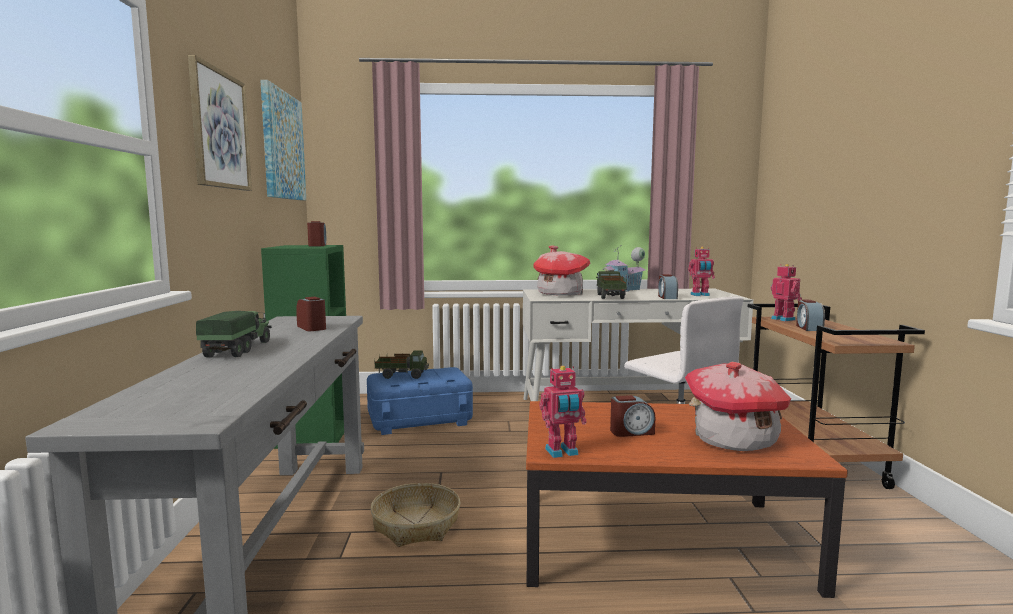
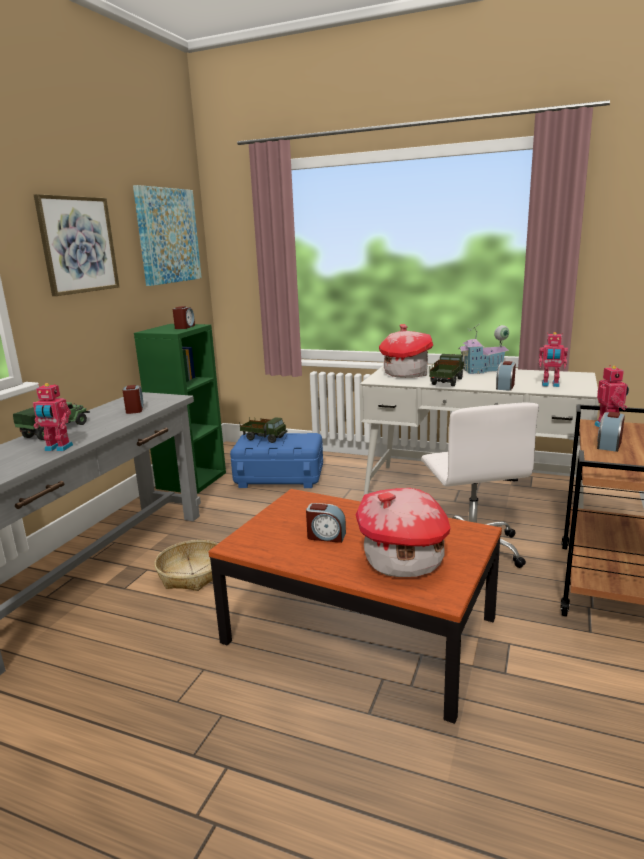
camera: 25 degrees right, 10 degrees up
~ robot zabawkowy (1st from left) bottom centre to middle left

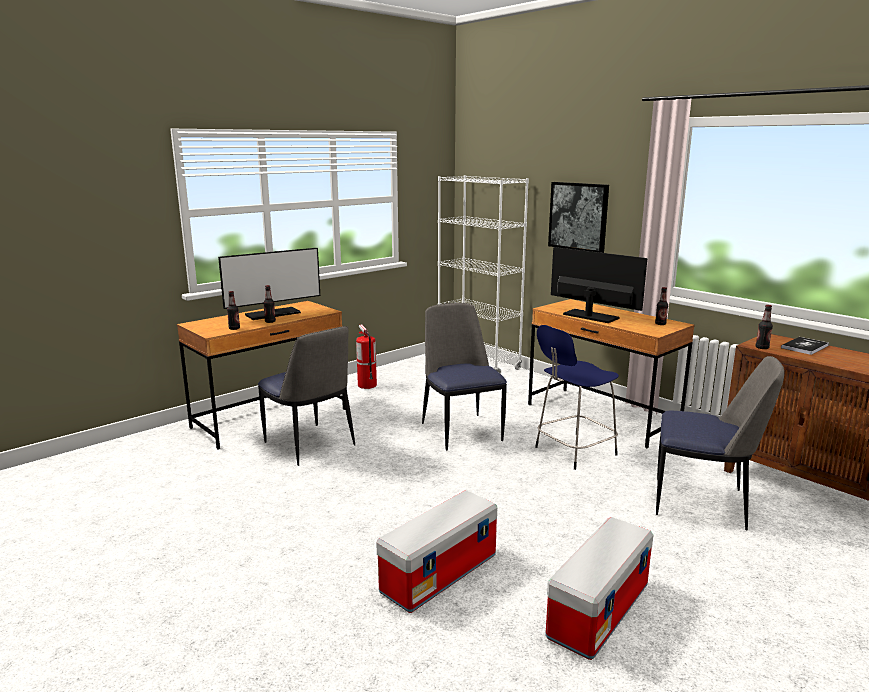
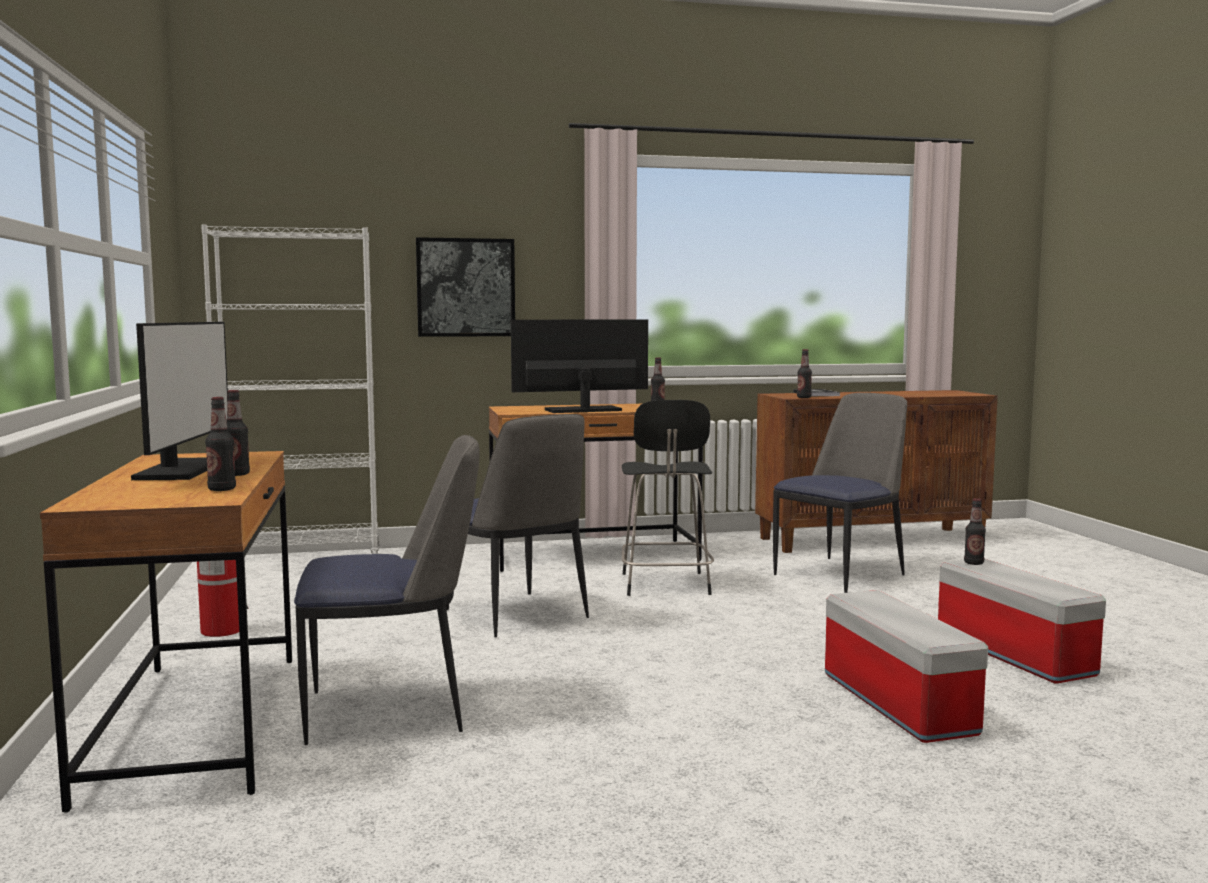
camera: 60 degrees left, 10 degrees down
+ butelka (5th from left) middle right
~ stołek (niebieski) centre to stołek (czarny) centre
~ krzesło (2nd from left) centre = centre 135 degrees counterclockwise

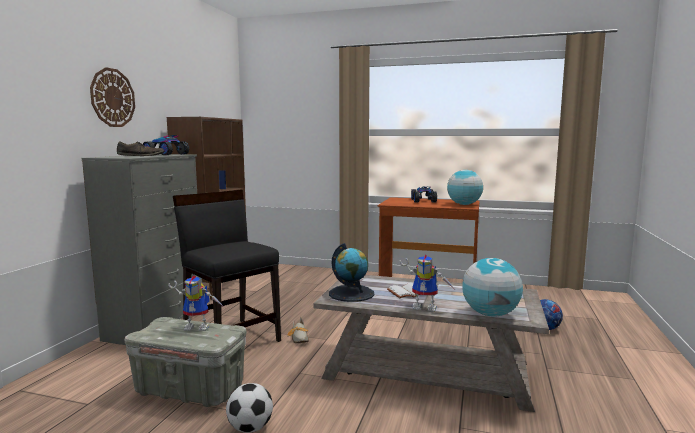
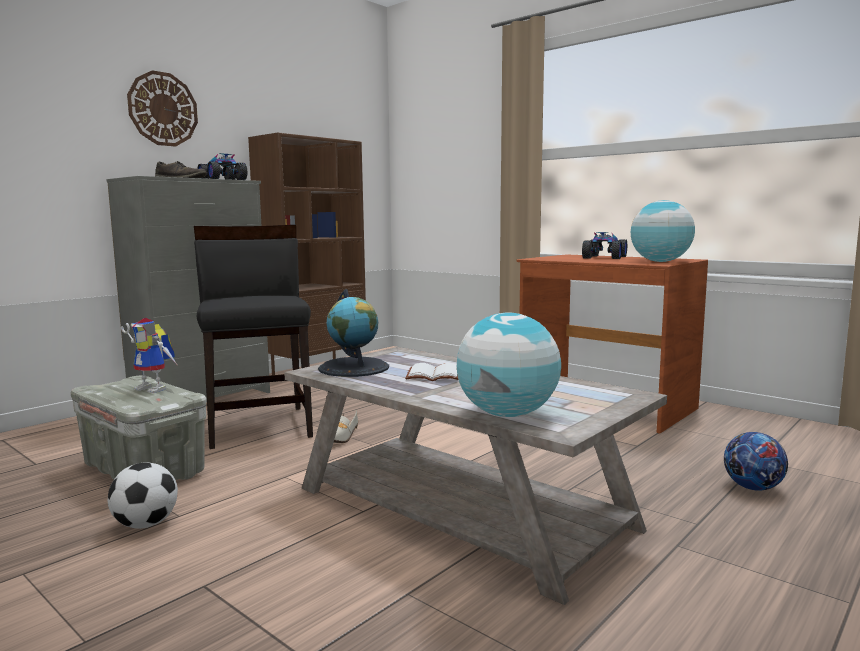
camera: 25 degrees right, 0 degrees up
- robot zabawkowy (2nd from left) centre

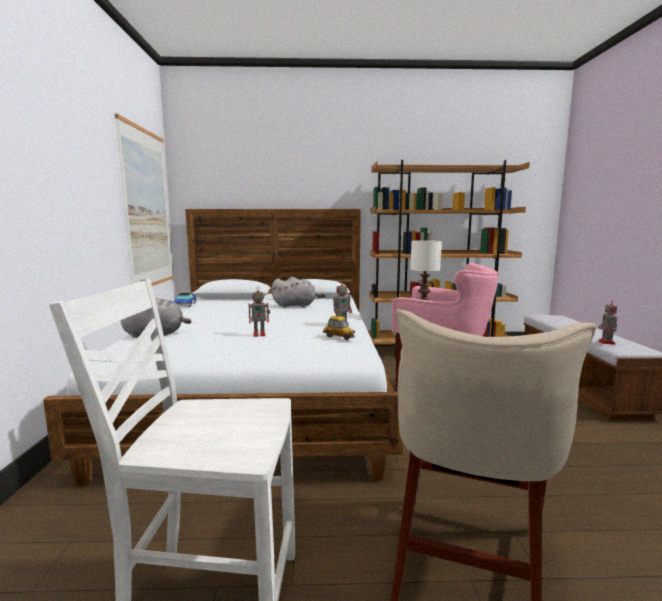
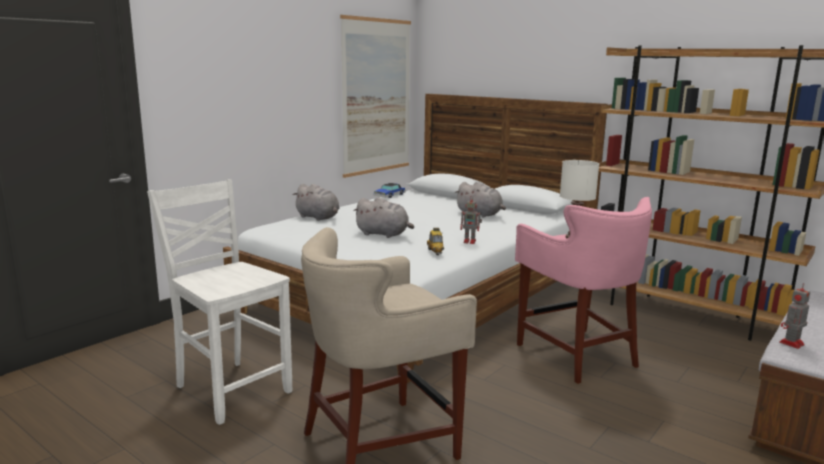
camera: 40 degrees right, 5 degrees up
~ robot zabawkowy (1st from left) centre to pluszak (szary) (2nd from left) centre

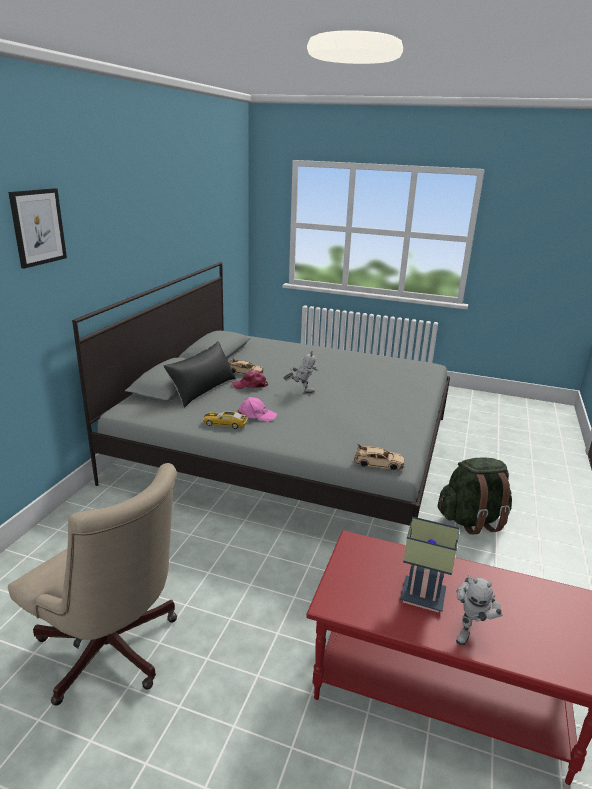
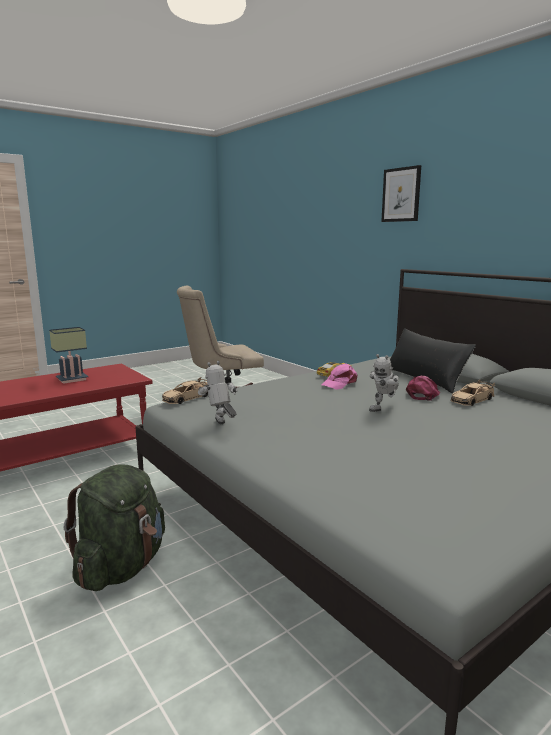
camera: 125 degrees right, 10 degrees down
~ robot zabawkowy (2nd from left in the first image) bottom right to robot zabawkowy (1st from left) centre

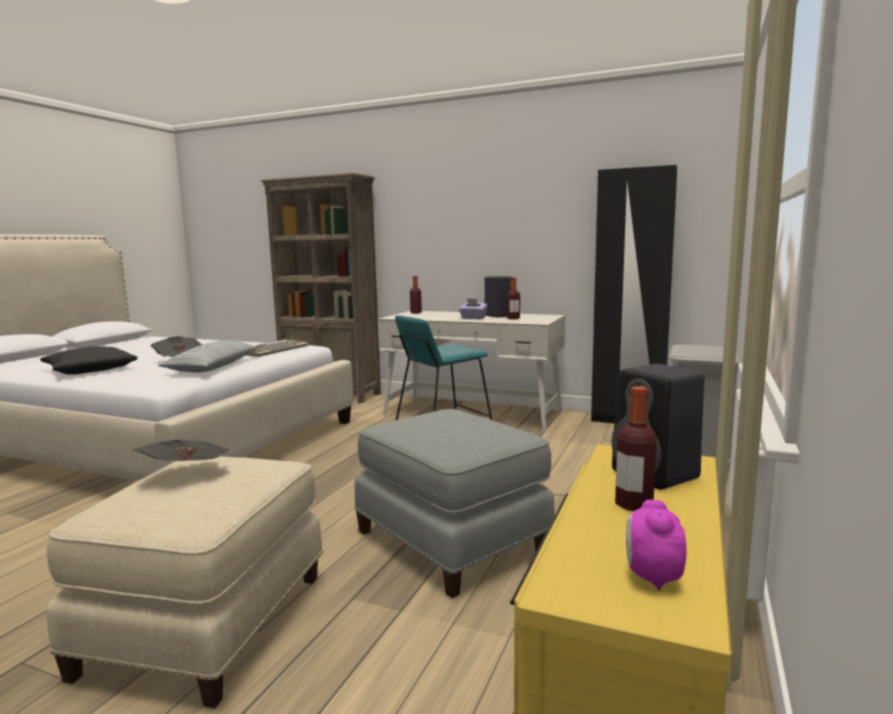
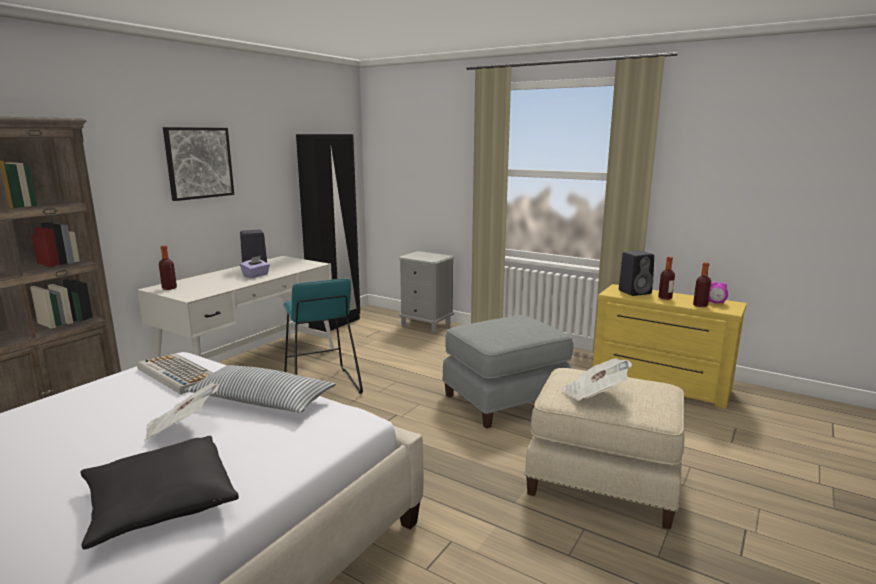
camera: 80 degrees left, 5 degrees up
+ obraz top left
~ butelka (2nd from left in the first image) centre to butelka (3rd from left) middle right

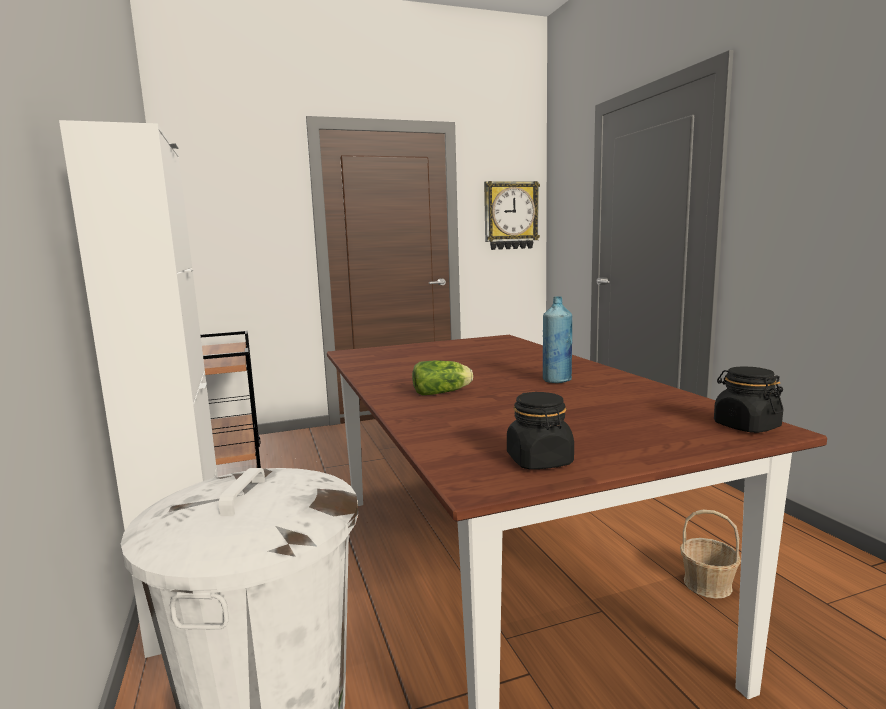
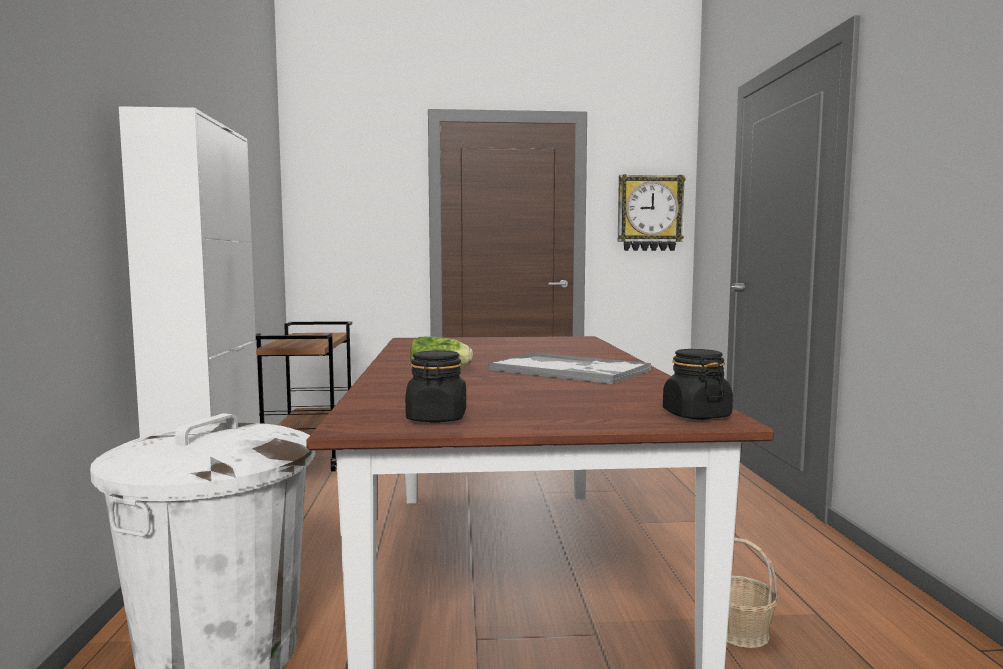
camera: 15 degrees right, 5 degrees down
~ butelka (niebieski) centre to taca centre

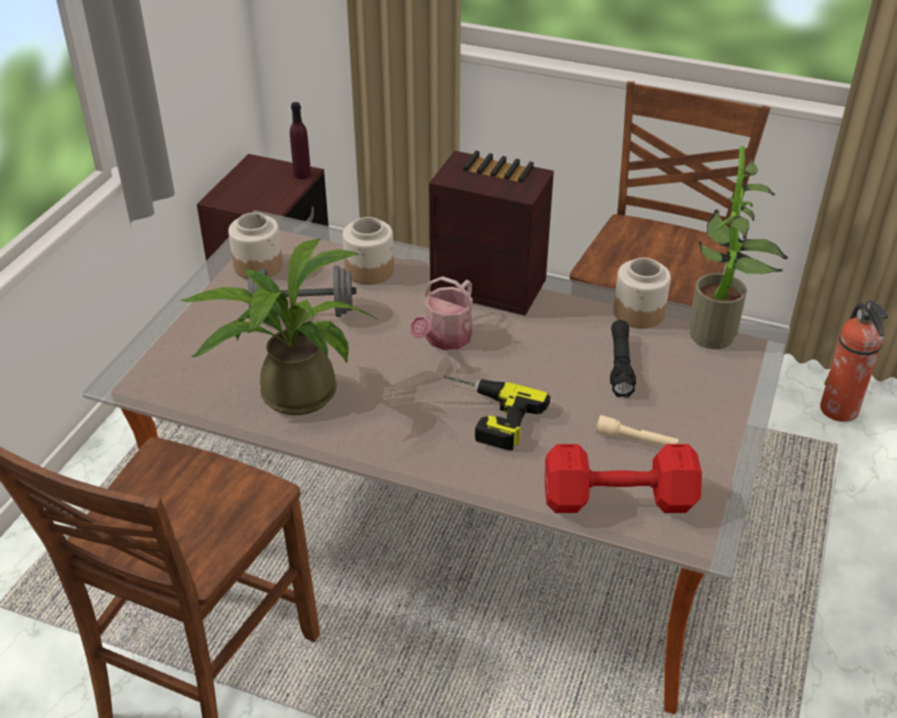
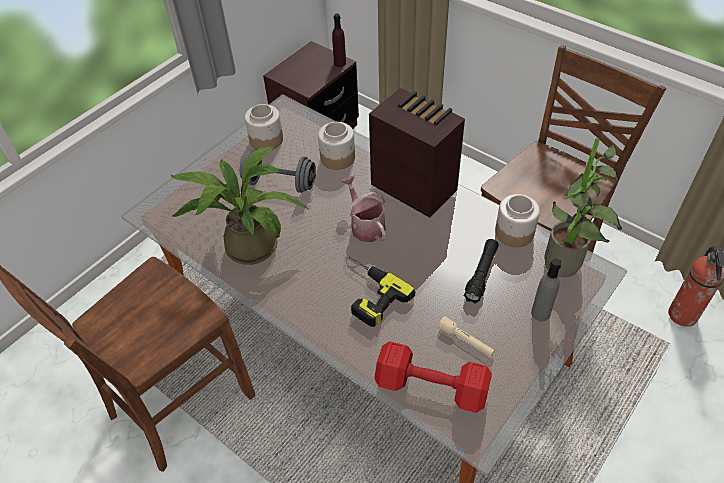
camera: 20 degrees right, 10 degrees up
+ butelka (szary) middle right
~ konewka centre = centre 105 degrees clockwise

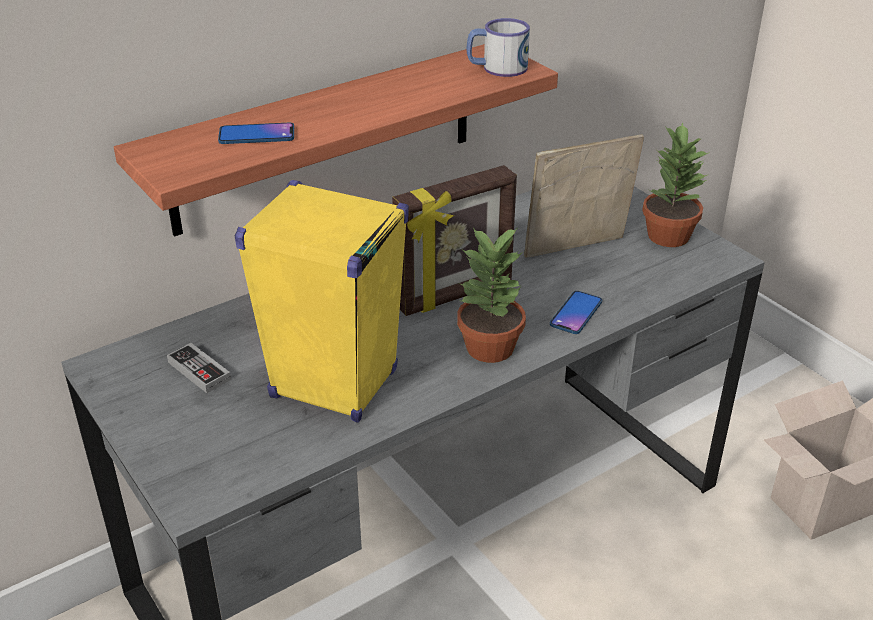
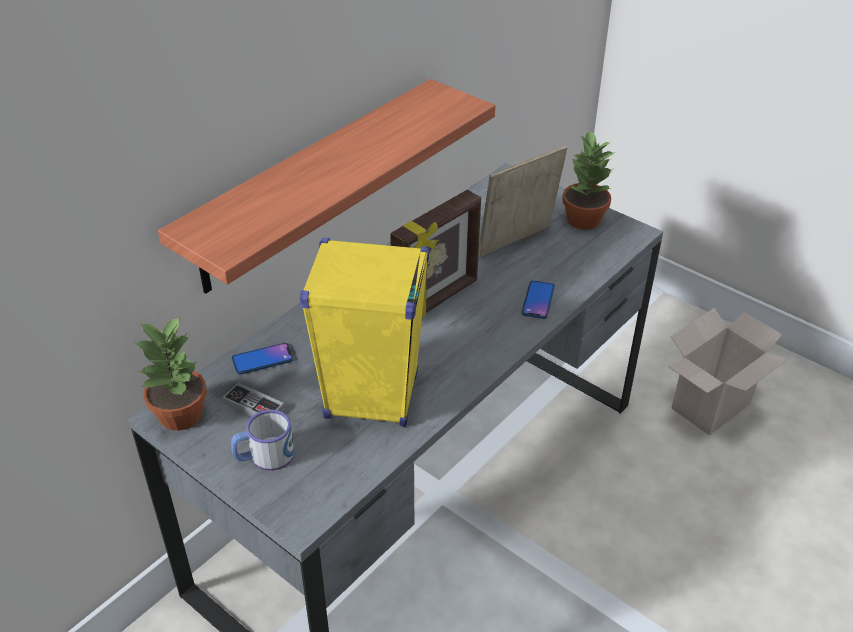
camera: 15 degrees left, 5 degrees up
~ telefon (1st from left) top left to middle left
~ roślina doniczkowa (1st from left) centre to middle left
~ kubek top centre to bottom left

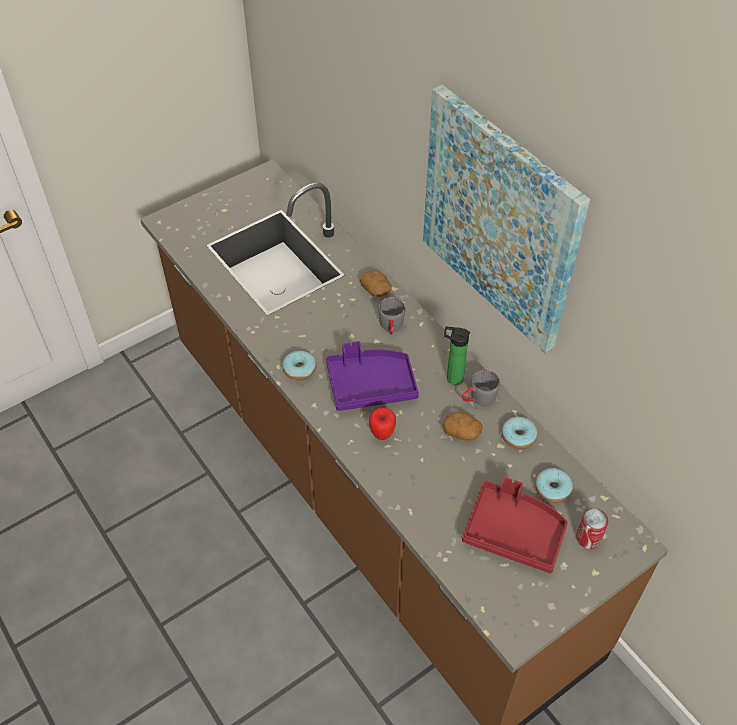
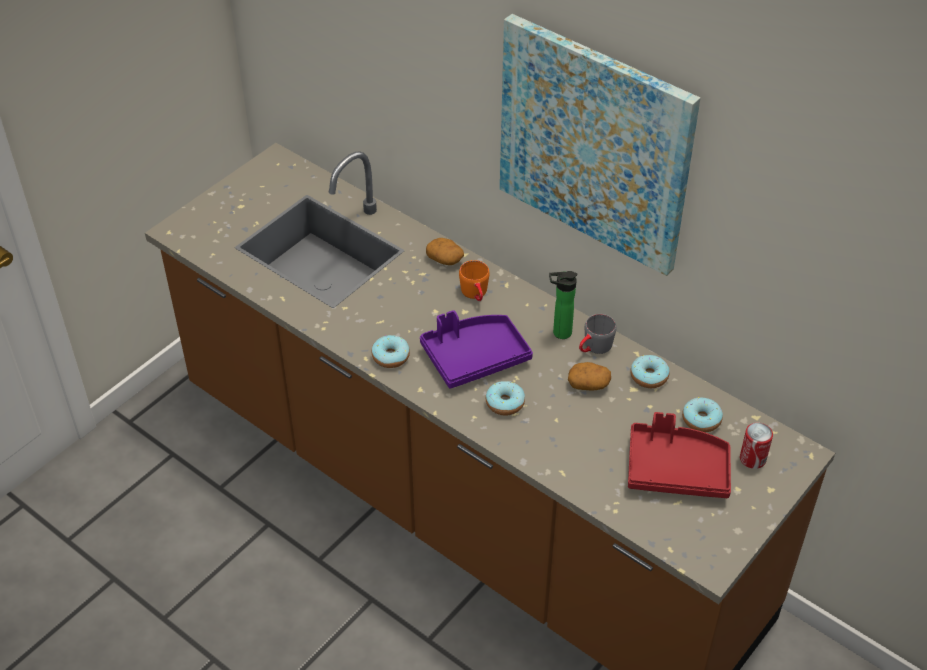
camera: 15 degrees left, 5 degrees down
~ jabłko centre to donut (2nd from left) centre
~ kubek (szary) (1st from left) centre to kubek (pomarańczowy) centre

